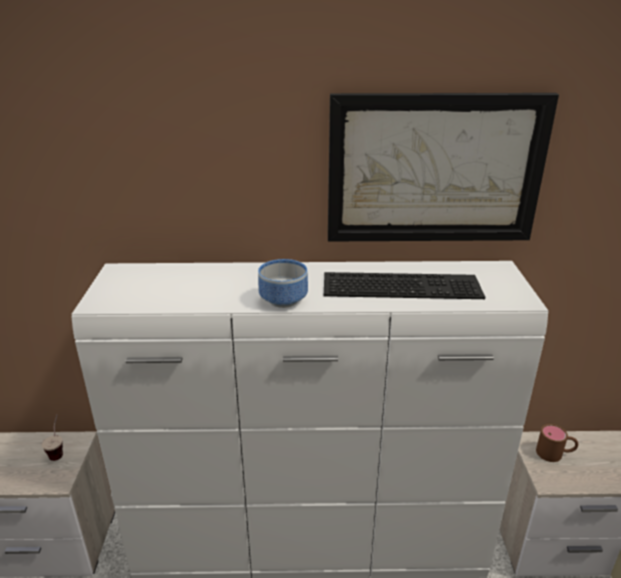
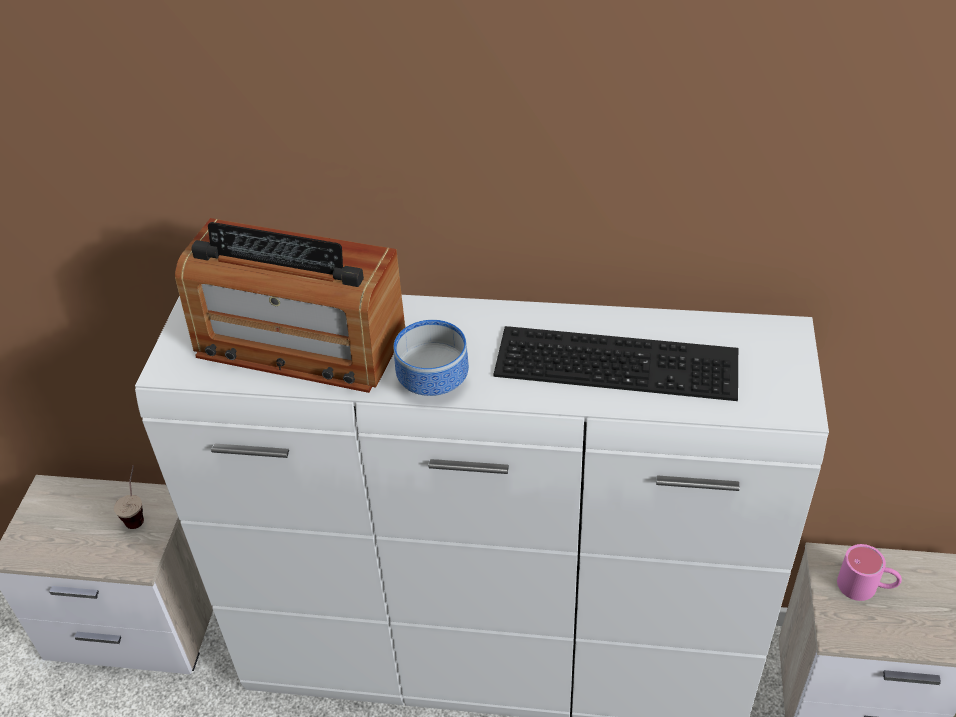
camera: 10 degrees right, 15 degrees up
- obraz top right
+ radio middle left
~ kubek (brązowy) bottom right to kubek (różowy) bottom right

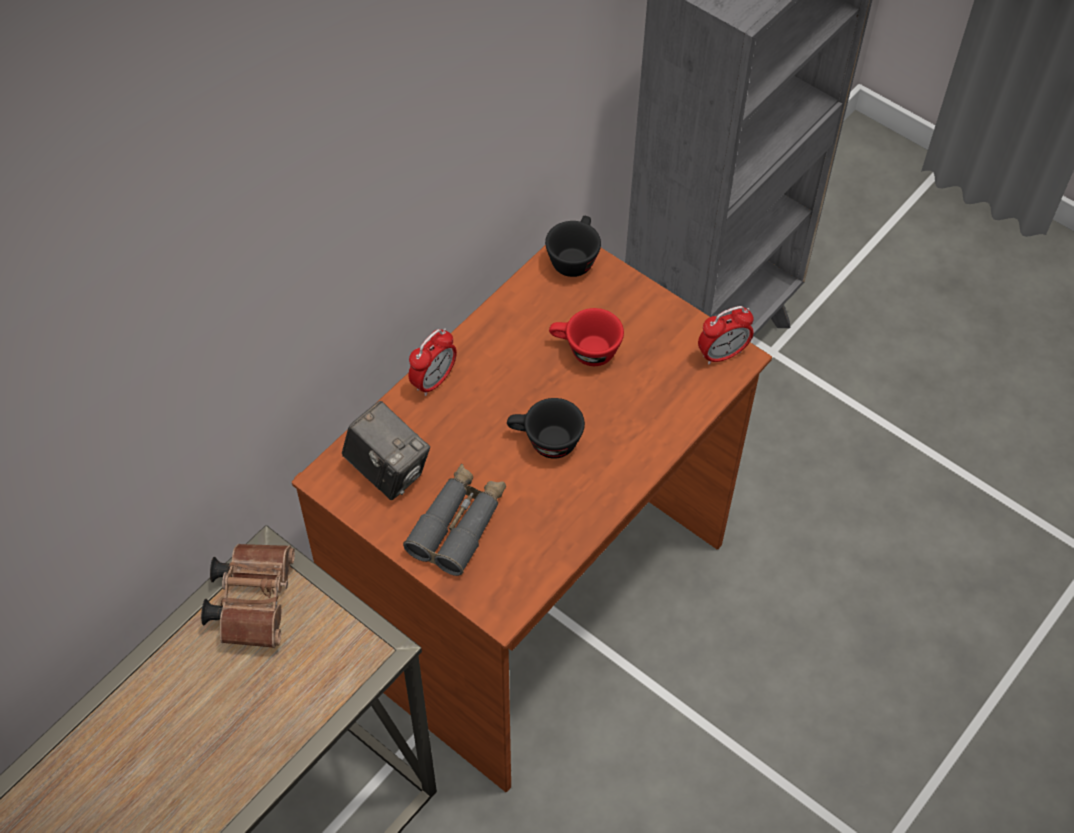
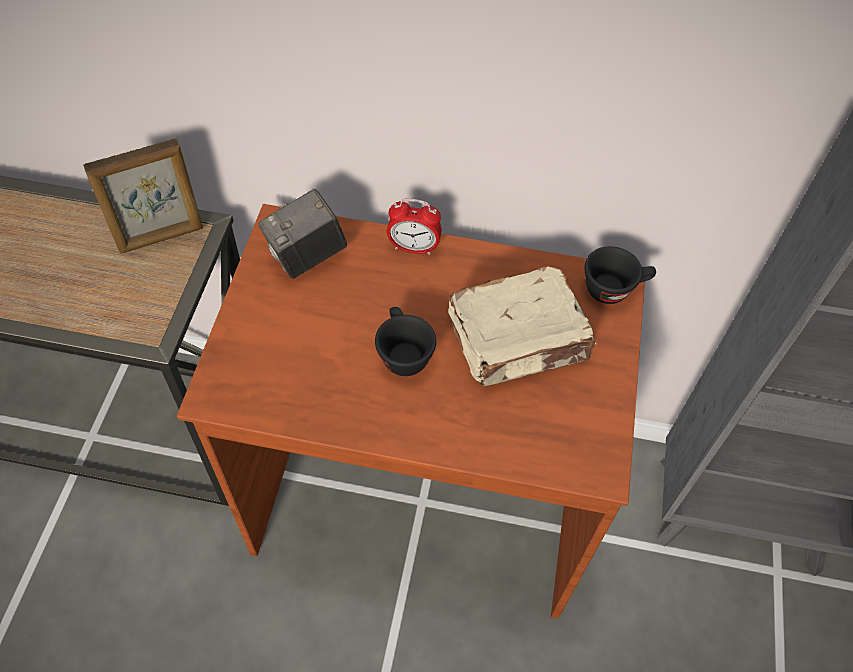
camera: 60 degrees right, 0 degrees up
- lornetka (szary) centre
- budzik (2nd from left) middle right
~ lornetka (brązowy) bottom left to ramka na zdjęcie top left
~ filiżanka (czerwony) centre to książka (beżowy) centre
~ aparat fotograficzny centre = centre 45 degrees clockwise

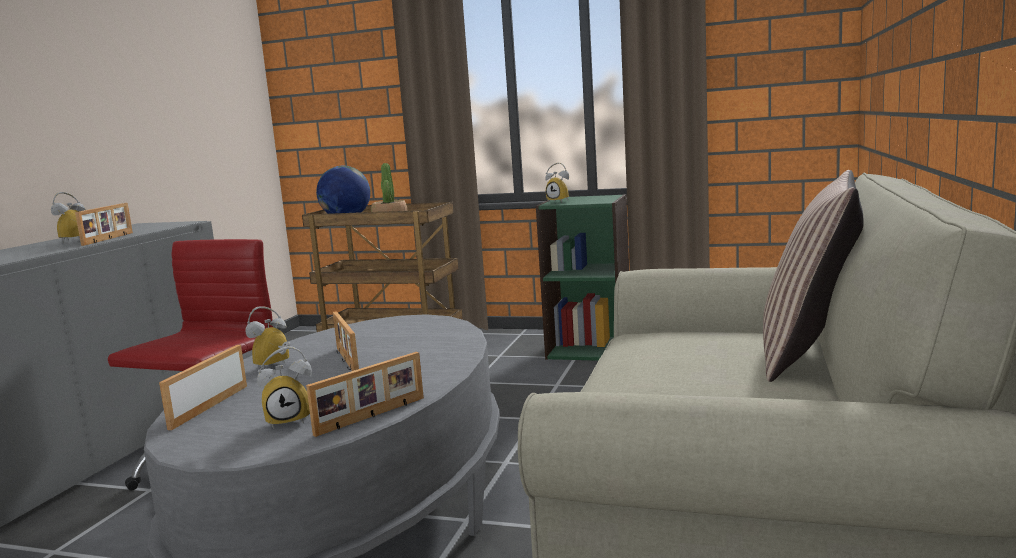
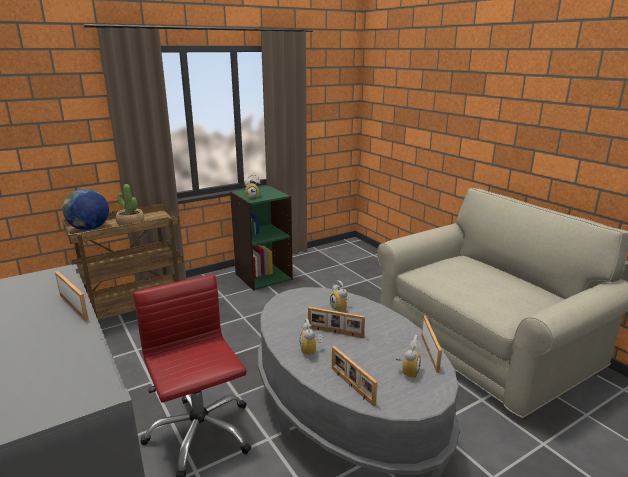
camera: 50 degrees left, 10 degrees up
- poduszka middle right
~ budzik (1st from left in the first image) middle left to budzik (3rd from left) centre

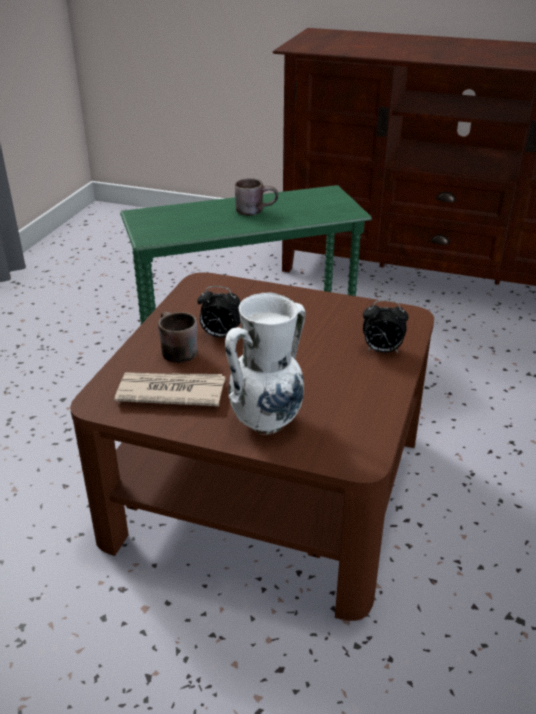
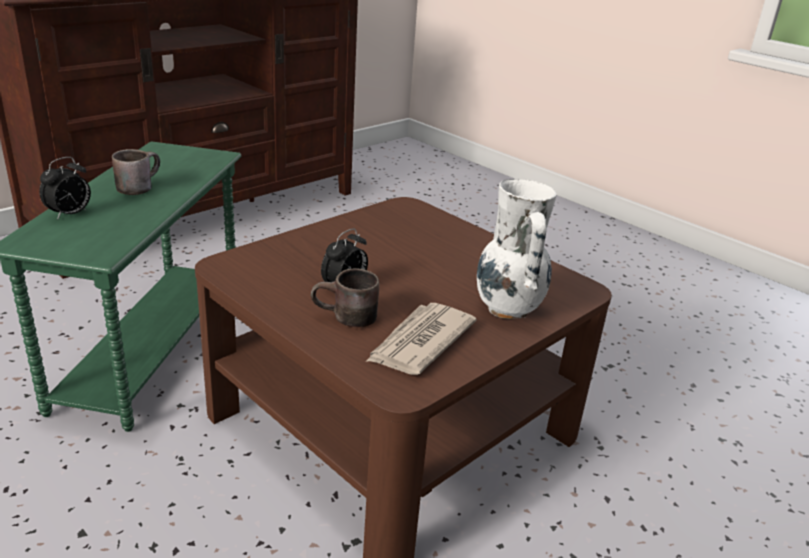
camera: 65 degrees left, 5 degrees down
~ budzik (2nd from left in the first image) middle right to budzik (1st from left) middle left

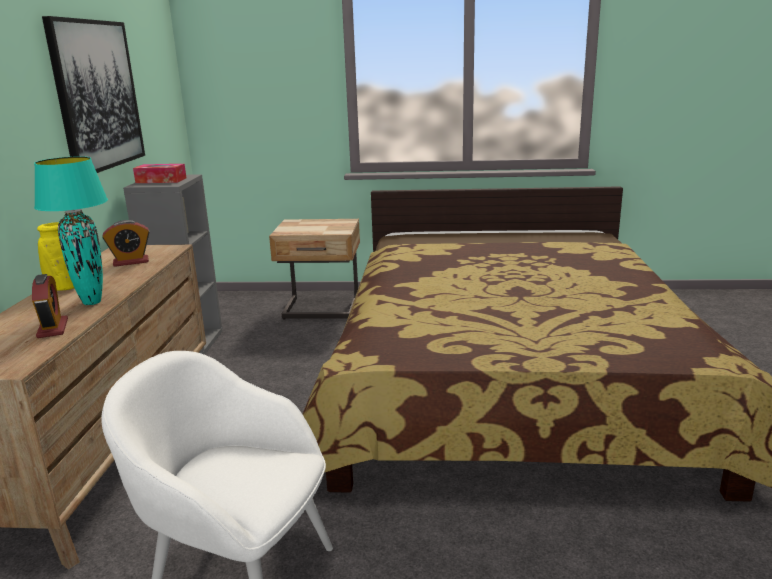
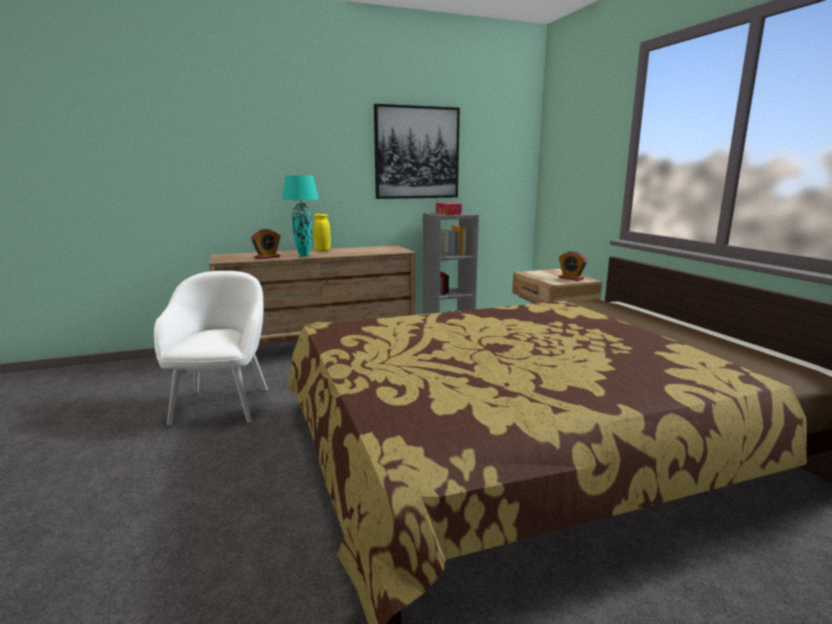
camera: 65 degrees right, 5 degrees down
~ budzik (2nd from left) middle left to middle right

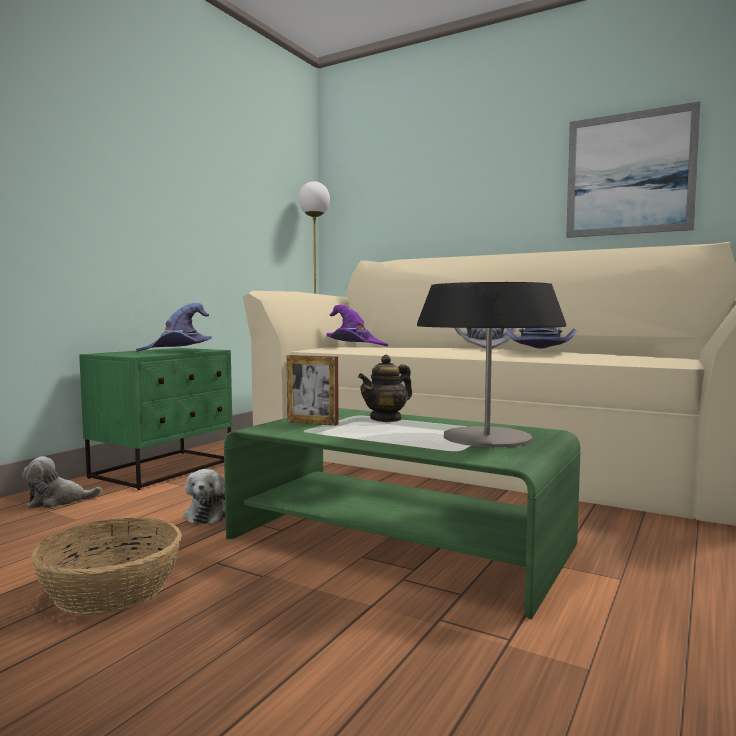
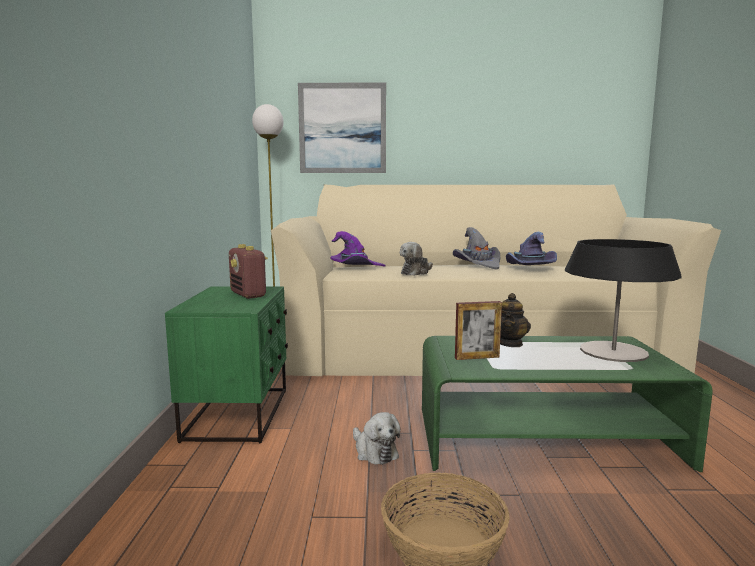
camera: 30 degrees left, 5 degrees up
~ pluszak (1st from left in the first image) middle left to pluszak (2nd from left) centre
~ obraz top right to top centre
~ kapelusz (fioletowy) (1st from left) middle left to radio middle left

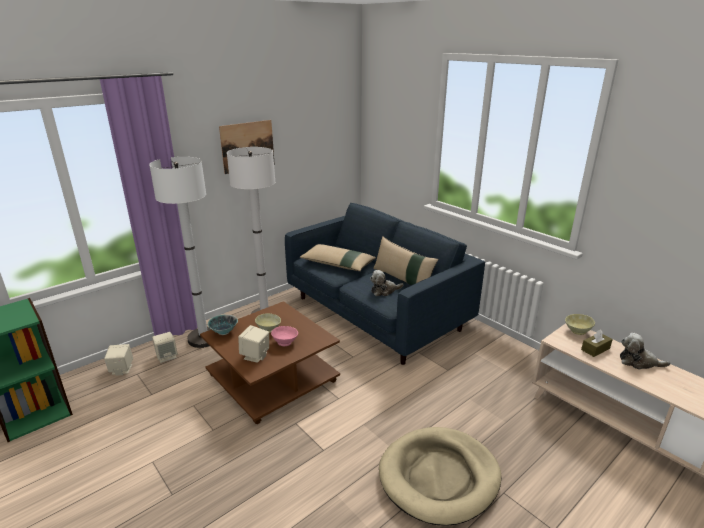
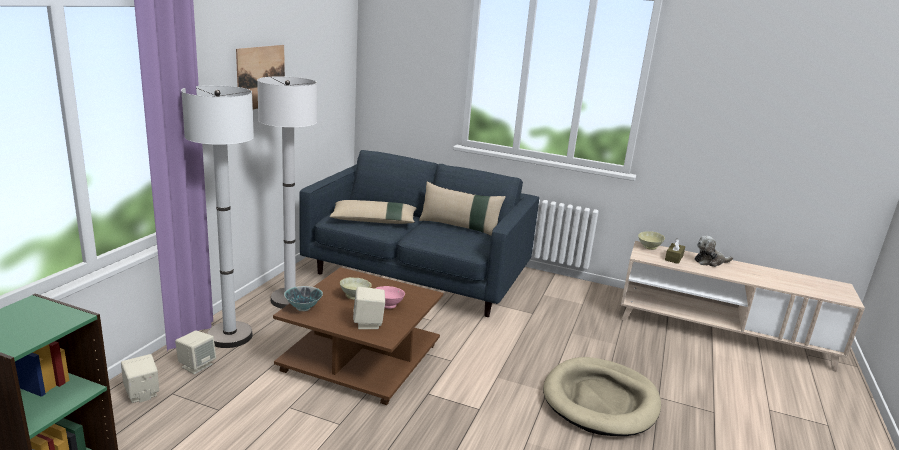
camera: 30 degrees left, 5 degrees down
- pluszak (1st from left) centre

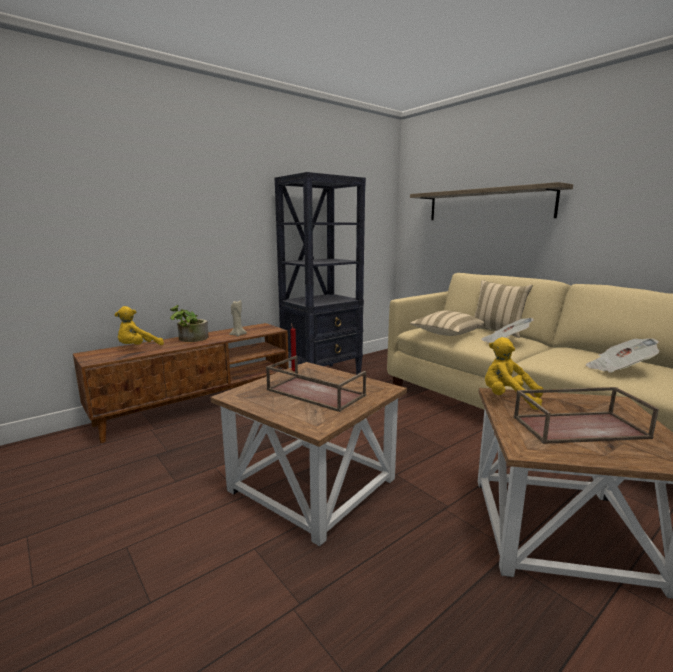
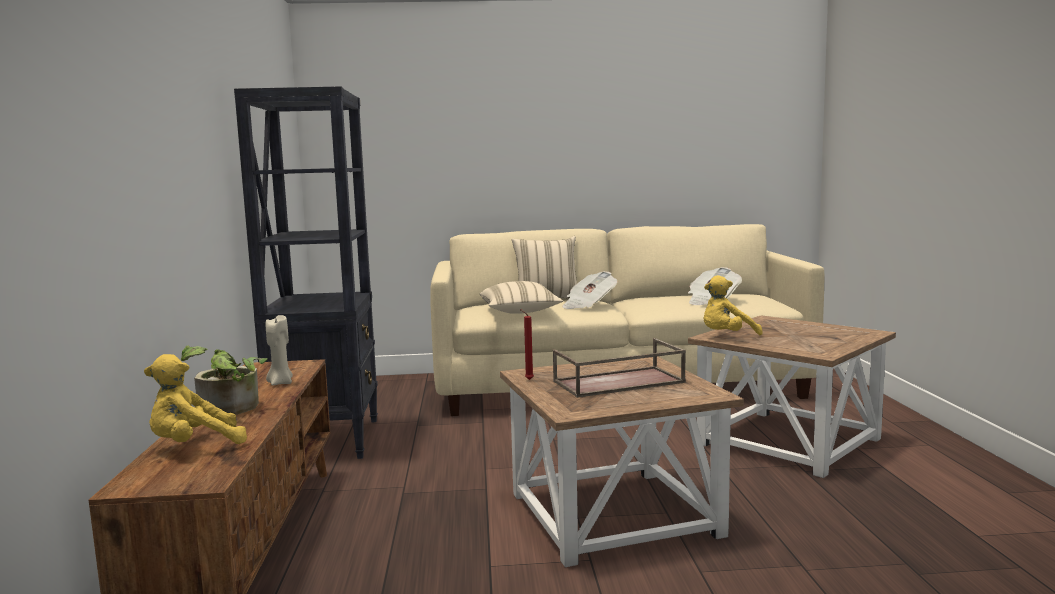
camera: 55 degrees left, 5 degrees down
- półka top right
- taca (brązowy) (2nd from left) middle right
~ pluszak (żółty) (1st from left) middle left = bottom left 75 degrees clockwise

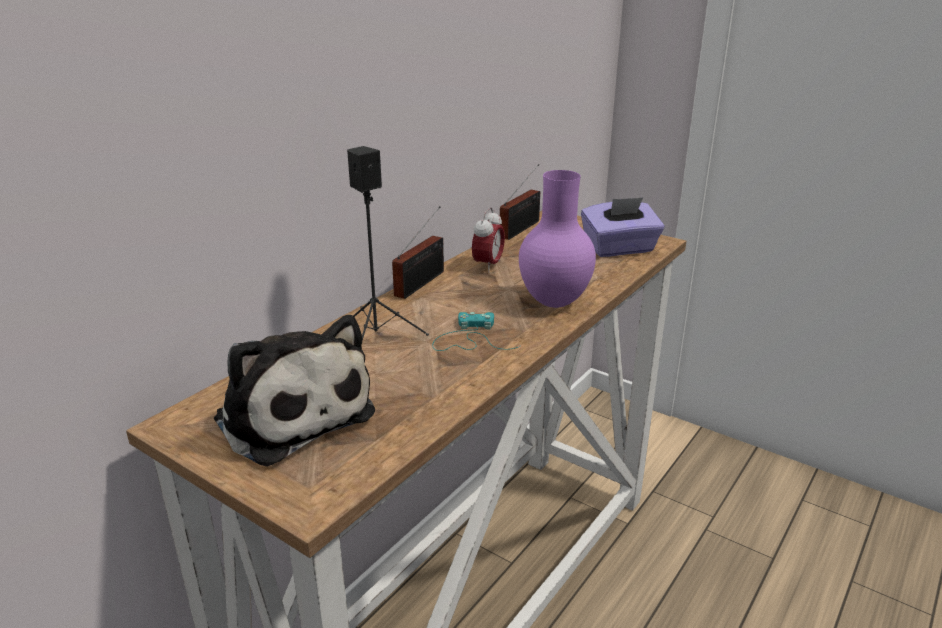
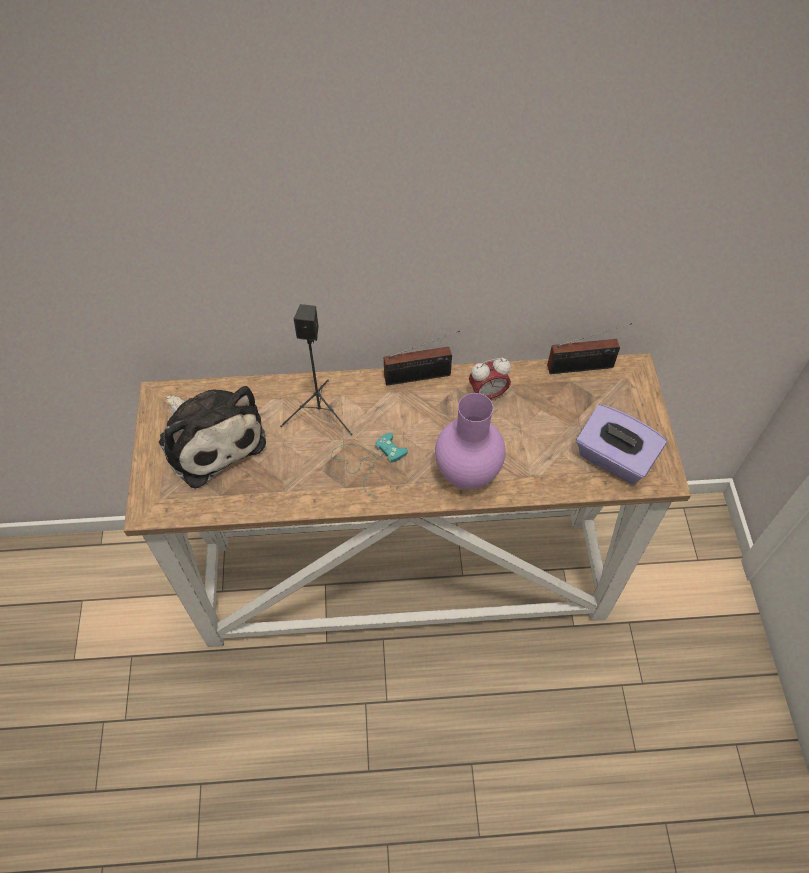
camera: 50 degrees right, 30 degrees up
~ pluszak middle left = middle left 45 degrees counterclockwise

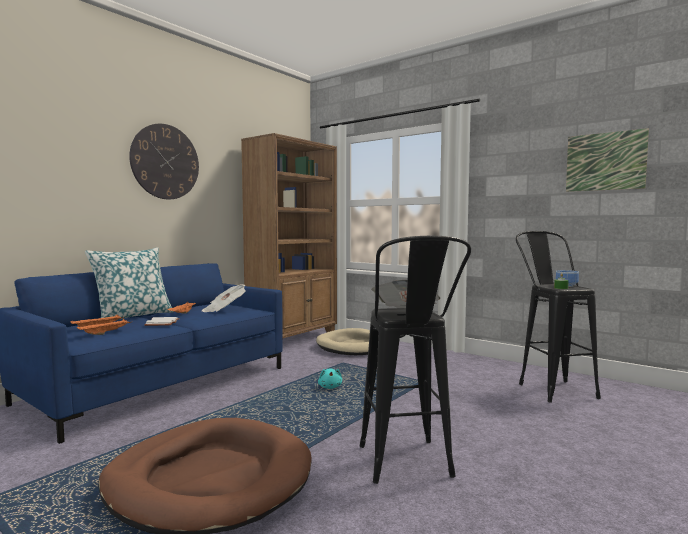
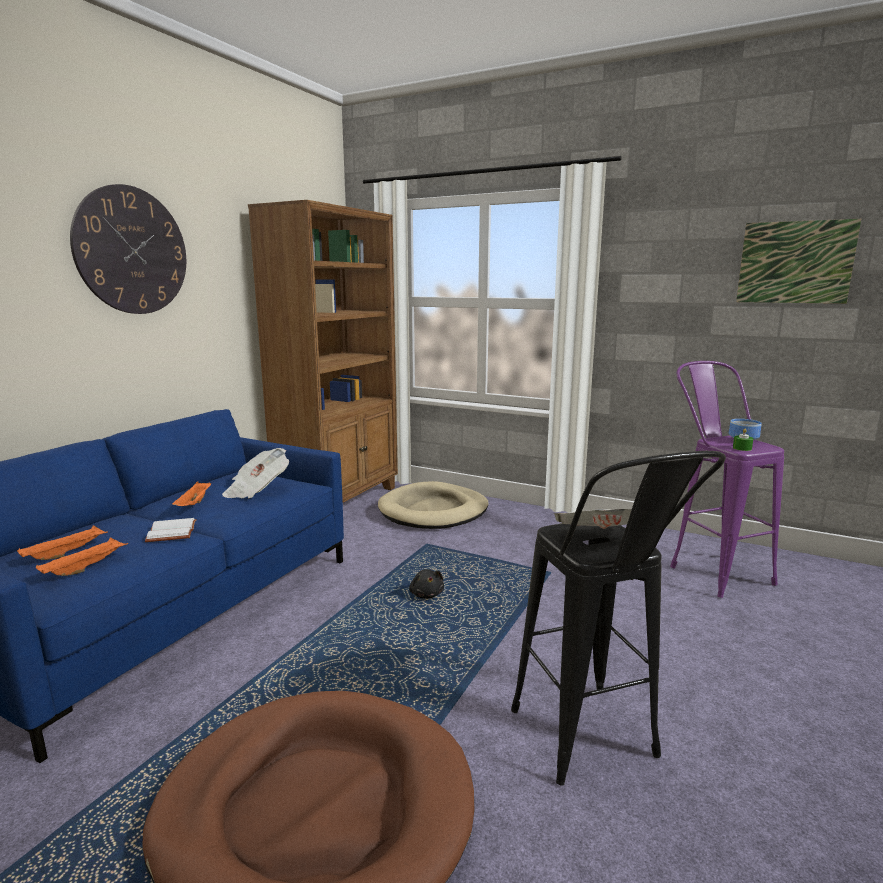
camera: 10 degrees left, 10 degrees up
- poduszka middle left
~ pluszak (turkusowy) bottom centre to pluszak (czarny) centre
~ stołek (czarny) (2nd from left) middle right to stołek (fioletowy) middle right

